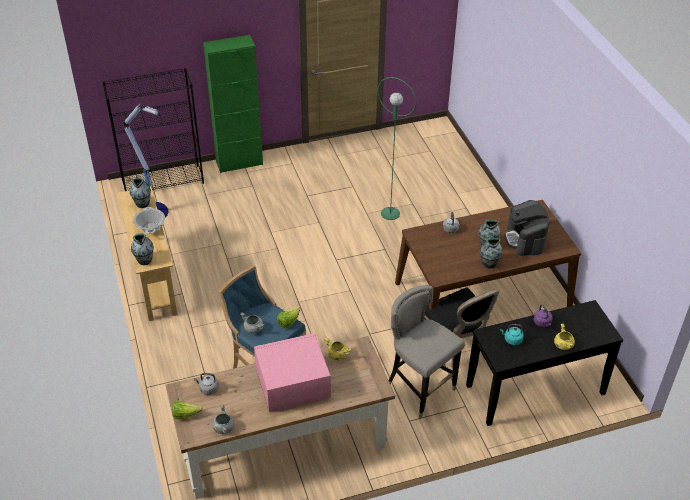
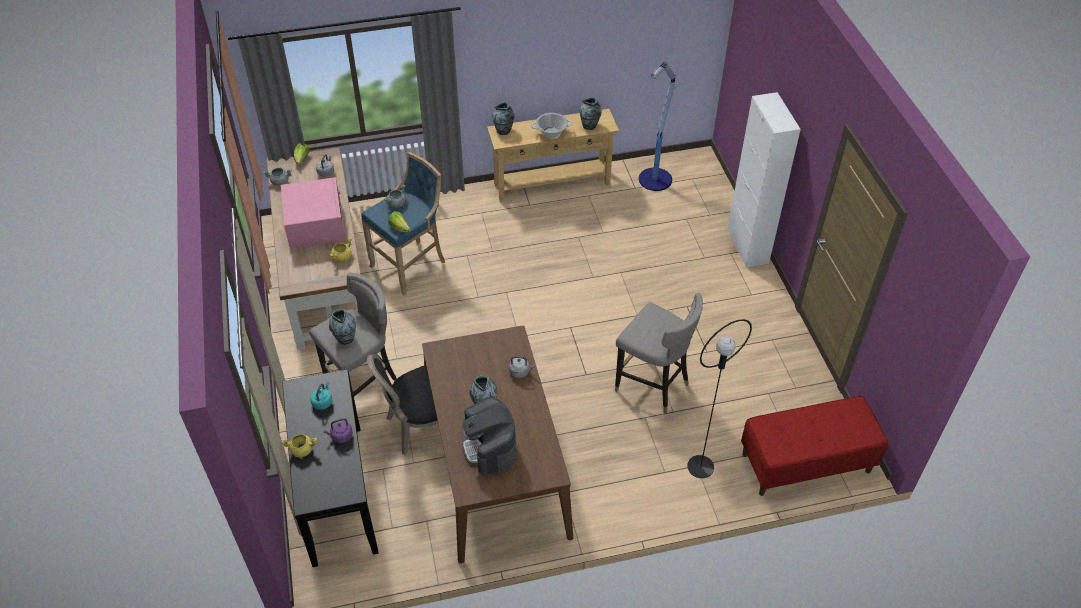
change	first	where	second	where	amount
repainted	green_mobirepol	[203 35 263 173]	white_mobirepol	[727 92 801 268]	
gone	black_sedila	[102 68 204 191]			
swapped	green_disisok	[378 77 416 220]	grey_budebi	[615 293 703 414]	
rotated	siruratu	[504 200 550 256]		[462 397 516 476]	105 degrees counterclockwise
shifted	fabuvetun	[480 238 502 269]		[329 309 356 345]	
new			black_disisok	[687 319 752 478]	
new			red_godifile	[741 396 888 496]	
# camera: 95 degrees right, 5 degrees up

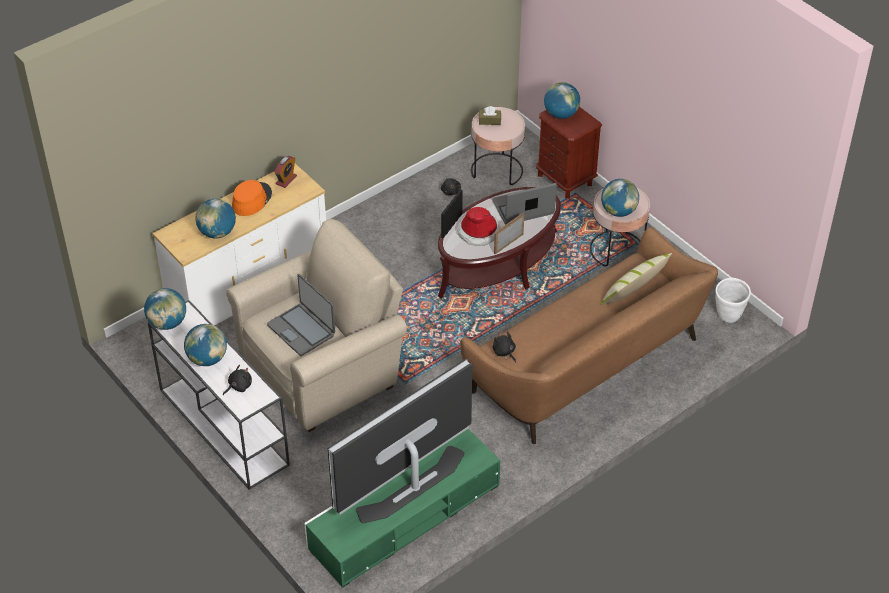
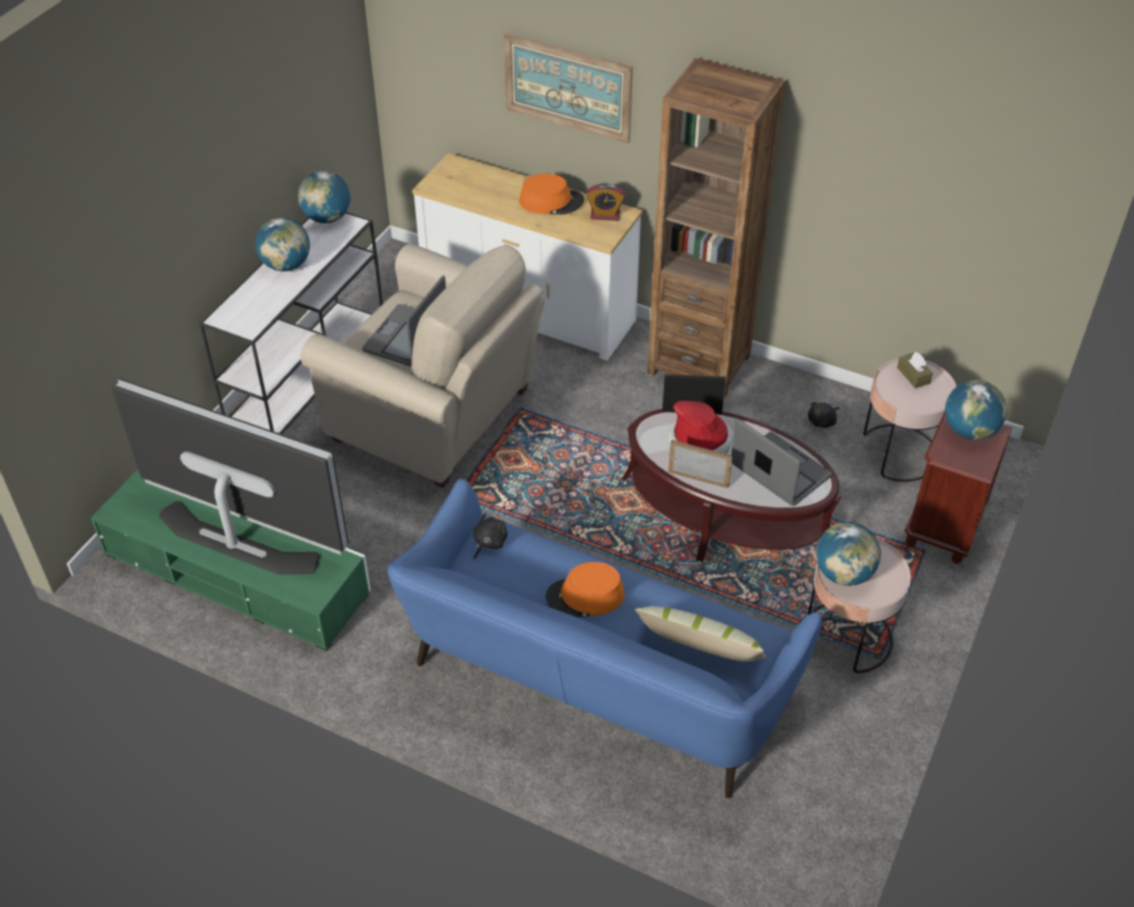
change	first	where	second	where	amount
gone	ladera	[195 199 236 239]			
repainted	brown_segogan	[460 227 718 444]	blue_segogan	[388 479 822 798]	
gone	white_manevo	[716 278 751 323]			
gone	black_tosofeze	[223 365 252 395]			
new			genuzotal	[503 33 633 144]	
new			brown_sedila	[647 58 785 399]	
new			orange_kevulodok	[546 562 625 618]	
# camera: 65 degrees right, 0 degrees up

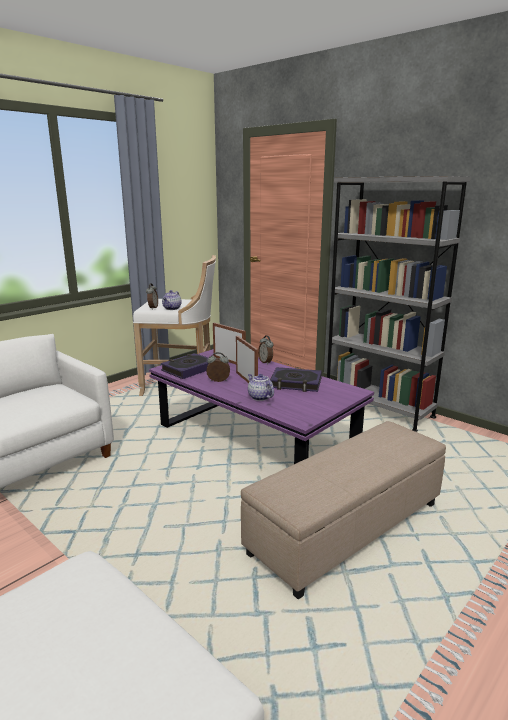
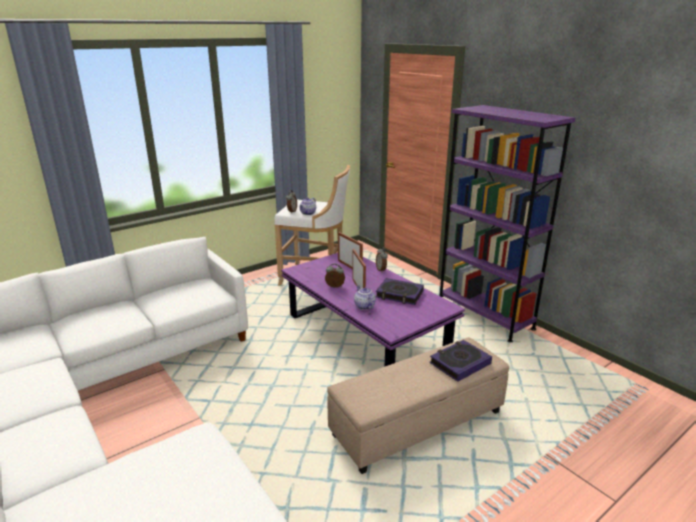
change	first	where	second	where	amount
repainted	grey_sedila	[327 176 471 432]	purple_sedila	[440 105 575 342]	
shifted	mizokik	[161 353 208 379]		[429 340 492 382]	
# camera: 10 degrees right, 5 degrees up

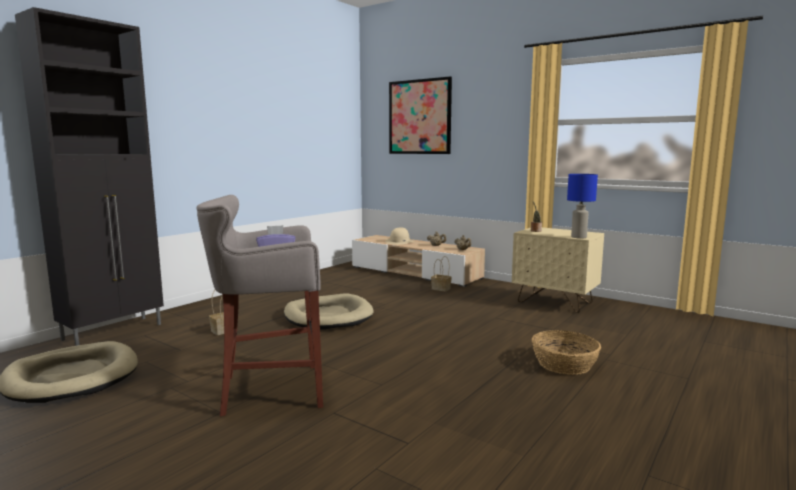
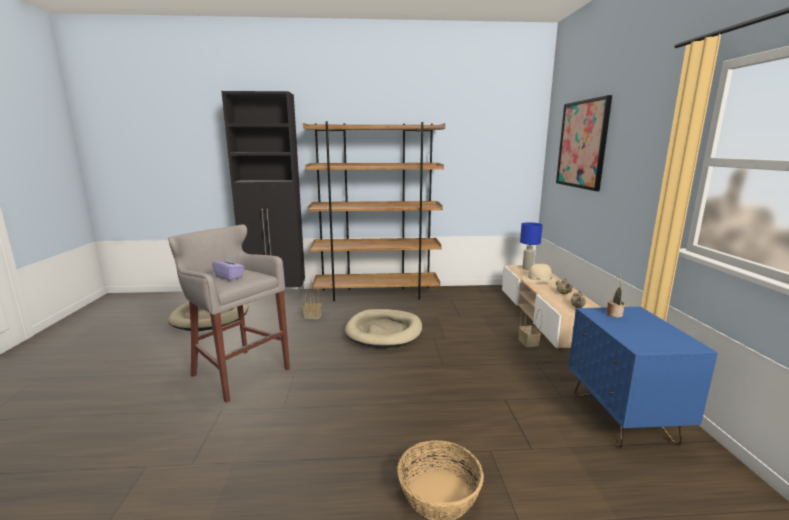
change	first	where	second	where	amount
shifted	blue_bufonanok	[567 174 598 239]		[520 222 543 270]	
repainted	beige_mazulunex	[512 227 604 313]	blue_mazulunex	[568 307 718 448]	
new			brown_sedila	[303 122 445 301]	
# camera: 50 degrees right, 5 degrees up

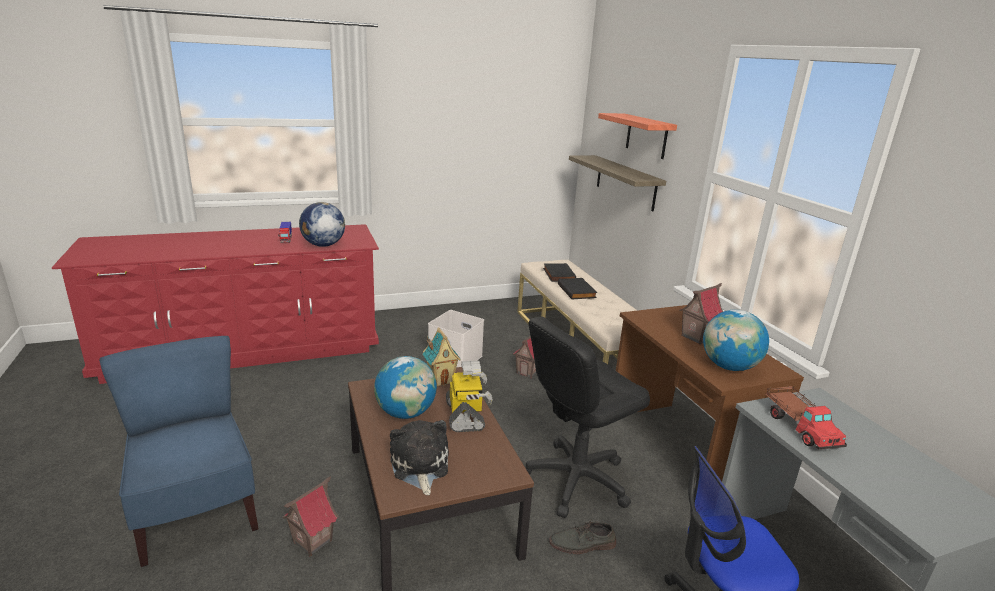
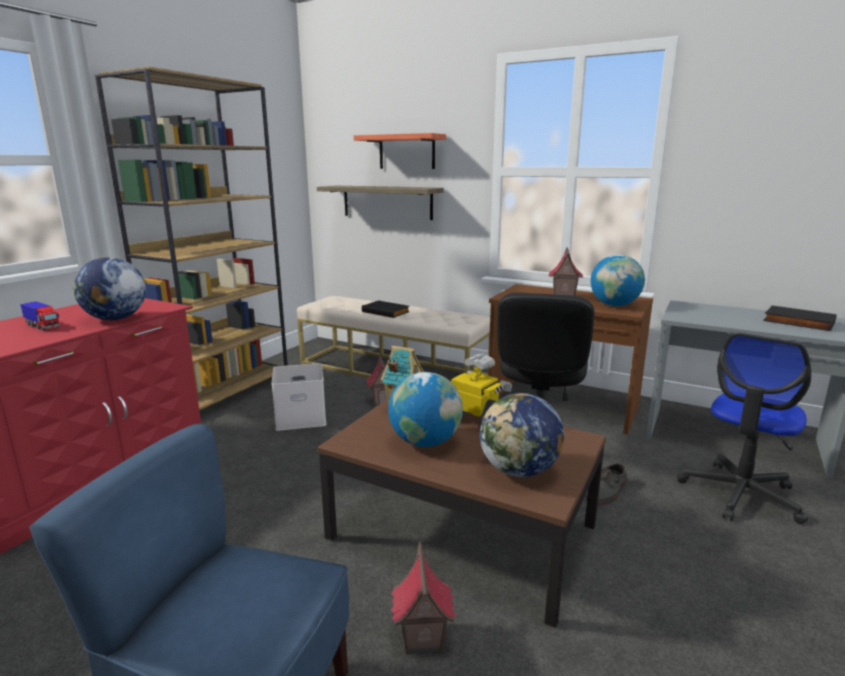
change	first	where	second	where	amount
shifted	black_mizokik	[543 263 576 282]		[763 305 837 331]	
gone	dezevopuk	[765 386 847 449]			
swapped	tosofeze	[390 420 449 495]	ladera	[480 393 564 477]	
new			brown_sedila	[95 66 288 410]	
# camera: 40 degrees left, 5 degrees down

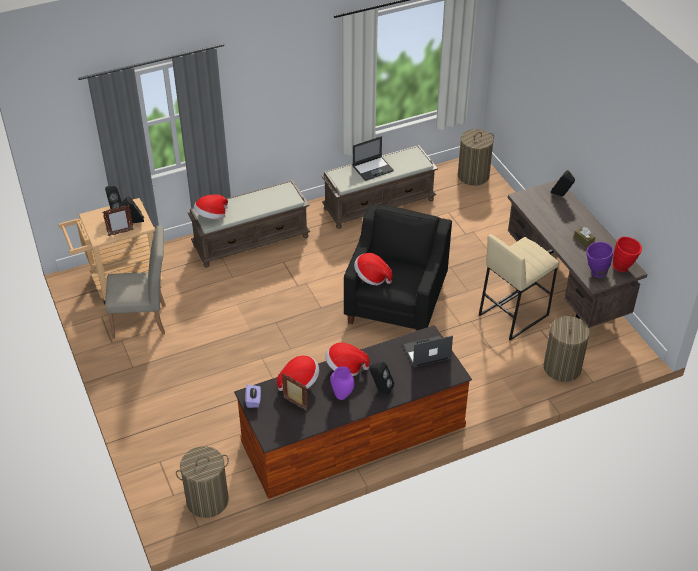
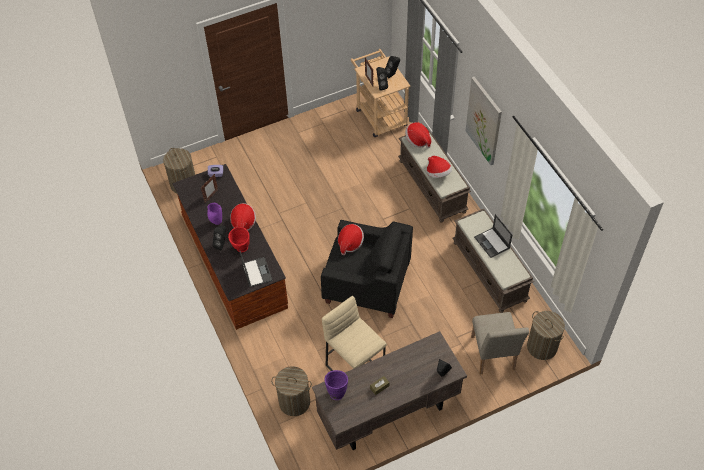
change	first	where	second	where	amount
shifted	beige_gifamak	[105 226 166 338]		[471 312 529 374]	
shifted	red_fabuvetun	[613 237 642 272]		[228 227 250 252]	
shifted	kevulodok	[277 356 319 391]		[427 156 452 178]	
new			genuzotal	[466 77 502 165]	
# camera: 90 degrees right, 10 degrees up

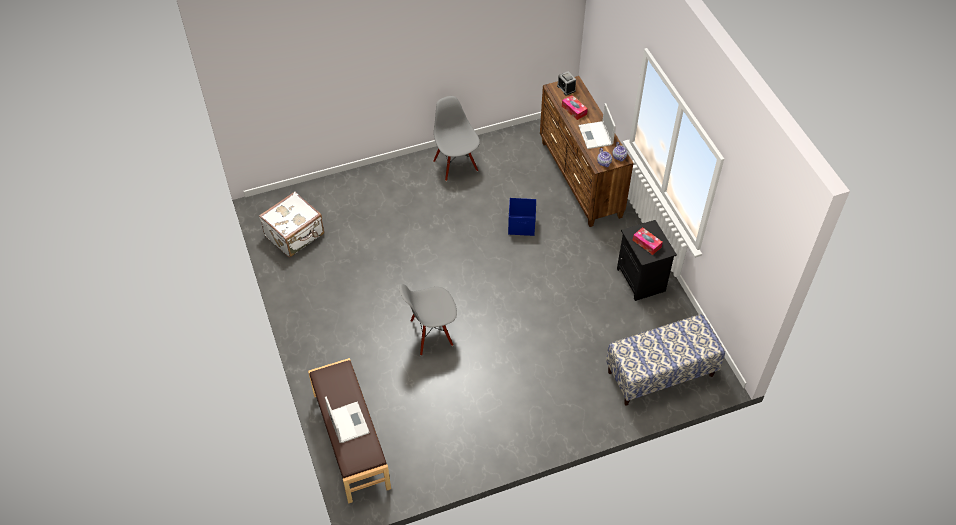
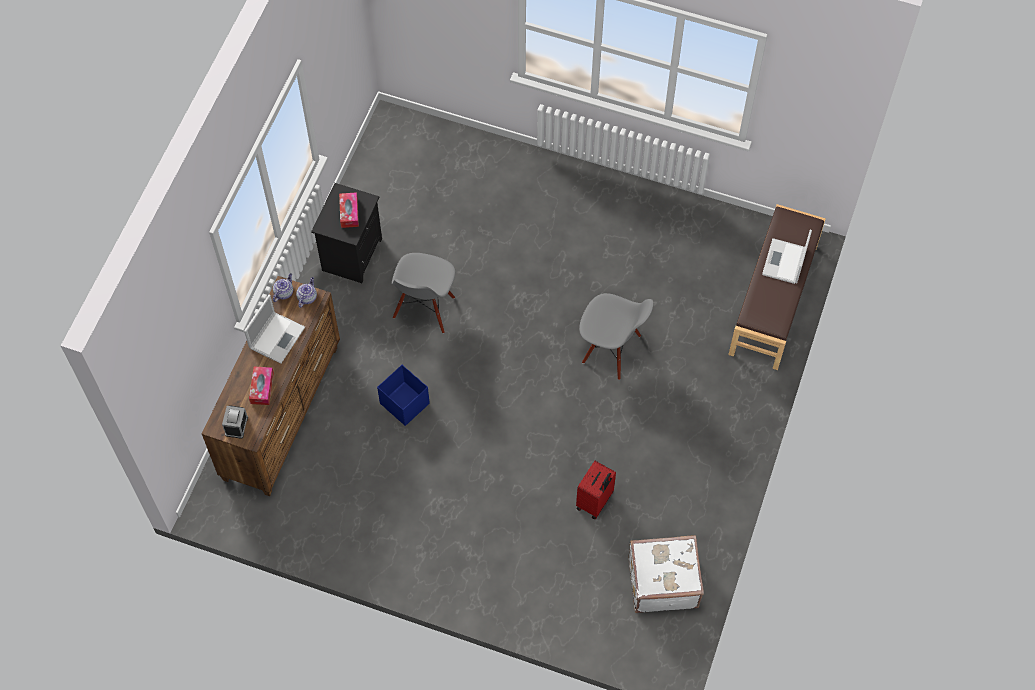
change	first	where	second	where	amount
shifted	grey_gifamak	[433 96 480 181]		[392 253 455 333]	
gone	godifile	[606 314 725 406]			
new			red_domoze	[576 461 616 519]	
# camera: 140 degrees left, 10 degrees up

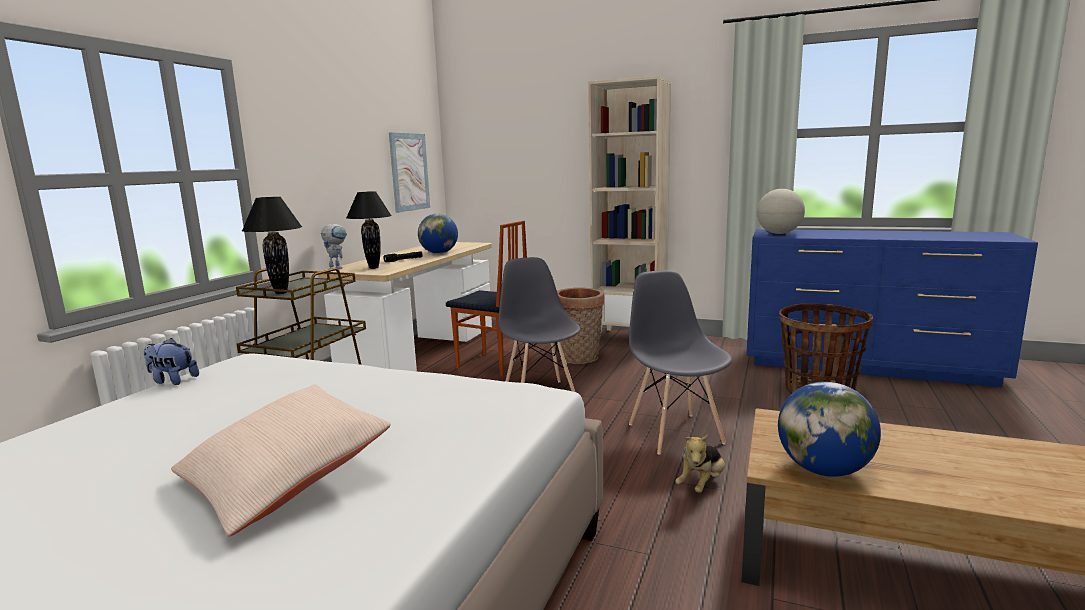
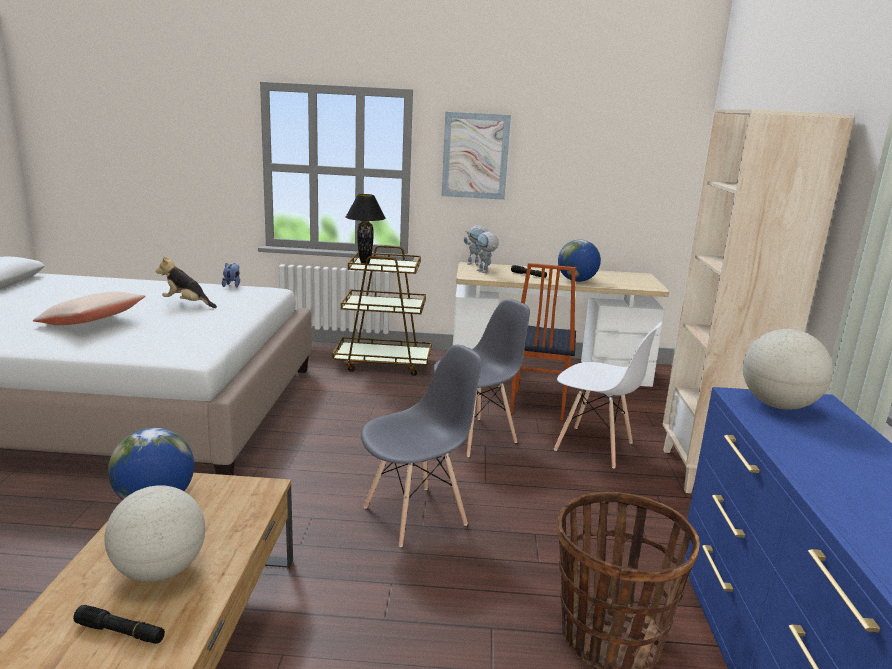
change	first	where	second	where	amount
shifted	genuzotal	[389 132 430 213]		[442 112 511 200]	
swapped	black_bufonanok	[346 191 392 269]	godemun	[475 232 499 273]	
swapped	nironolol	[557 288 604 364]	white_gifamak	[554 322 662 469]	
shifted	tosofeze	[675 434 725 493]		[156 256 217 308]	
new			ladera	[104 485 205 582]	
new			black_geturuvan	[73 605 165 644]	
# camera: 70 degrees right, 5 degrees up

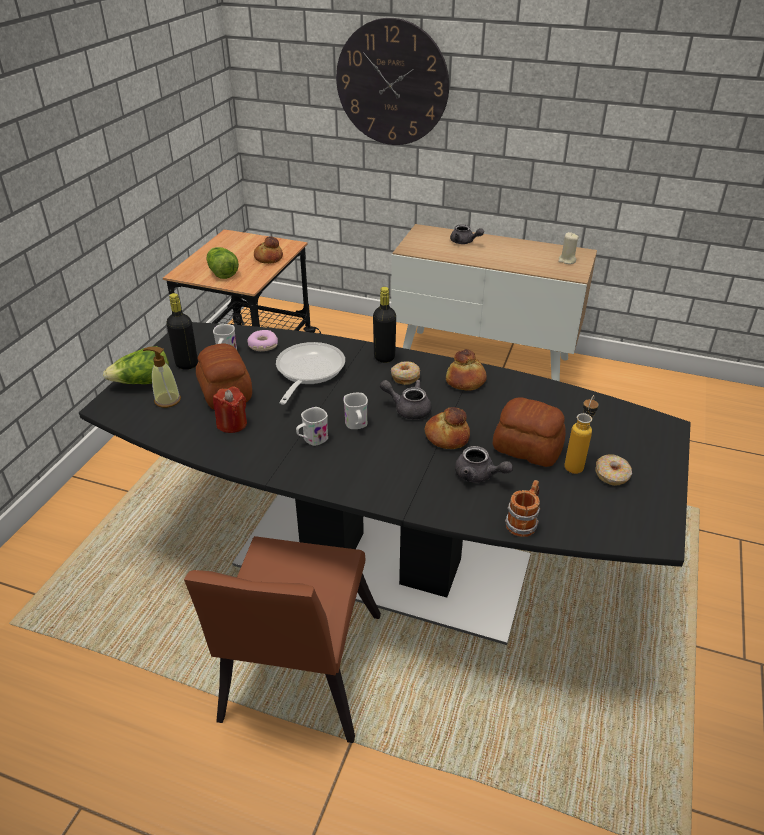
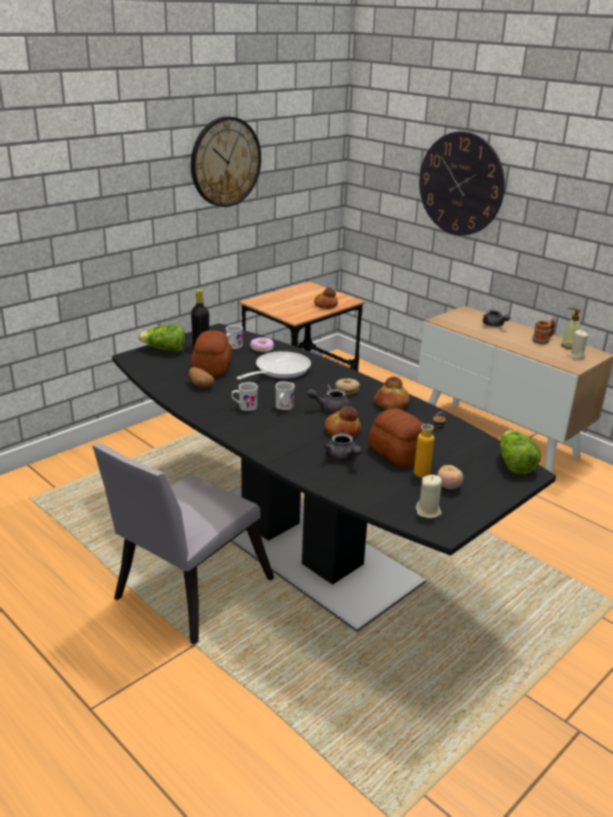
change	first	where	second	where	amount
shifted	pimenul	[206 247 239 279]		[500 430 541 474]	
gone	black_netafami	[373 287 396 363]			
shifted	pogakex	[143 347 181 408]		[561 308 581 350]	
rotated	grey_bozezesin	[380 380 431 419]		[307 384 350 413]	60 degrees counterclockwise
swapped	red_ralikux	[213 386 247 433]	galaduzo	[189 367 214 388]	
swapped	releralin	[596 454 632 486]	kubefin	[437 465 463 489]	
shifted	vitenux	[505 480 540 537]		[532 318 555 344]	
repainted	brown_gifamak	[184 536 381 743]	grey_gifamak	[92 443 274 645]	
new			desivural	[191 116 261 207]	
new			beige_ralikux	[416 475 442 518]	
# camera: 25 degrees right, 10 degrees down

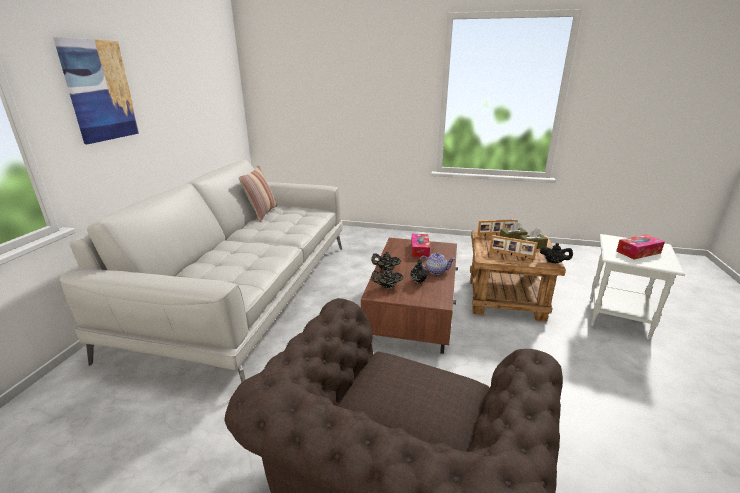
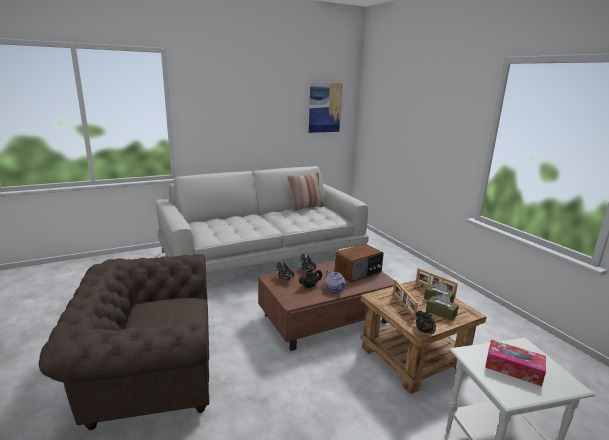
change	first	where	second	where	amount
shifted	genuzotal	[53 37 139 144]		[309 82 343 133]	
swapped	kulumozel	[411 234 430 258]	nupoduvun	[335 244 384 282]	
# camera: 50 degrees right, 5 degrees down

